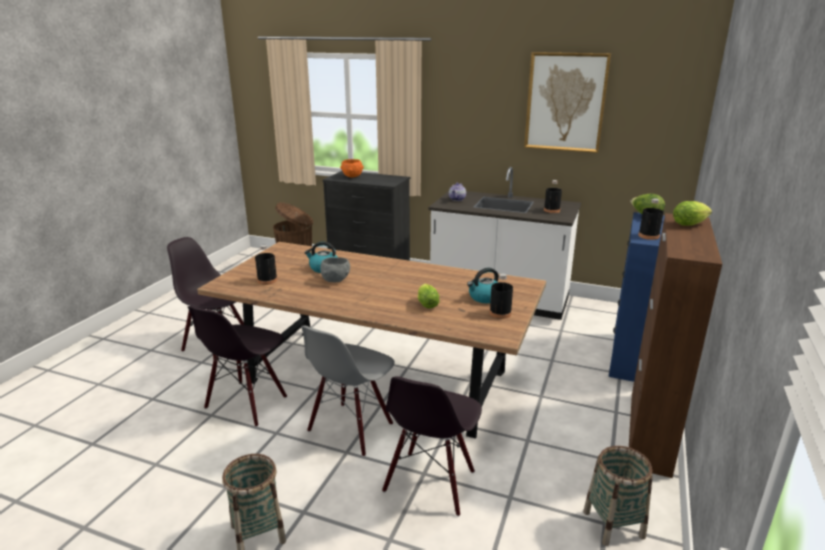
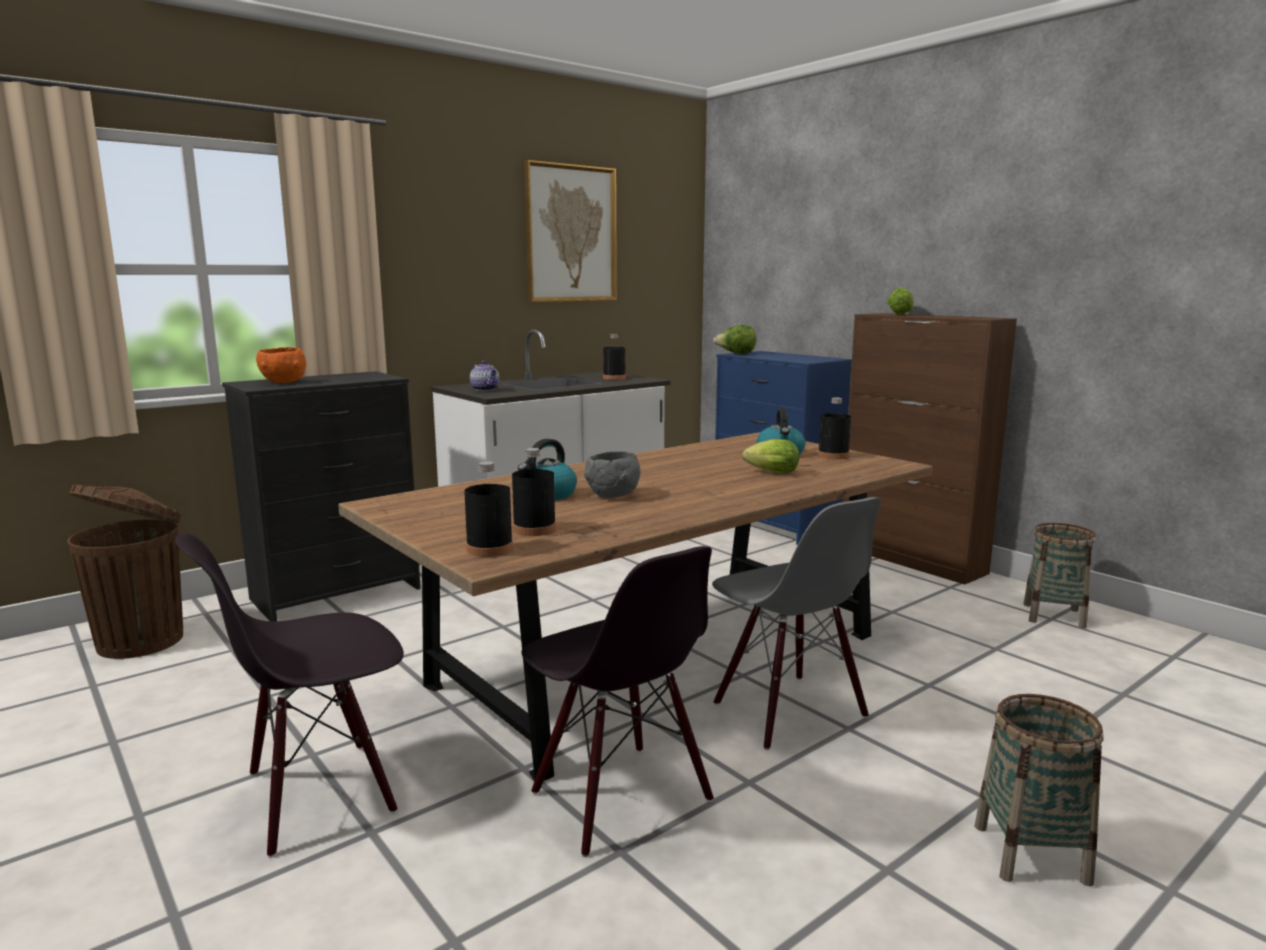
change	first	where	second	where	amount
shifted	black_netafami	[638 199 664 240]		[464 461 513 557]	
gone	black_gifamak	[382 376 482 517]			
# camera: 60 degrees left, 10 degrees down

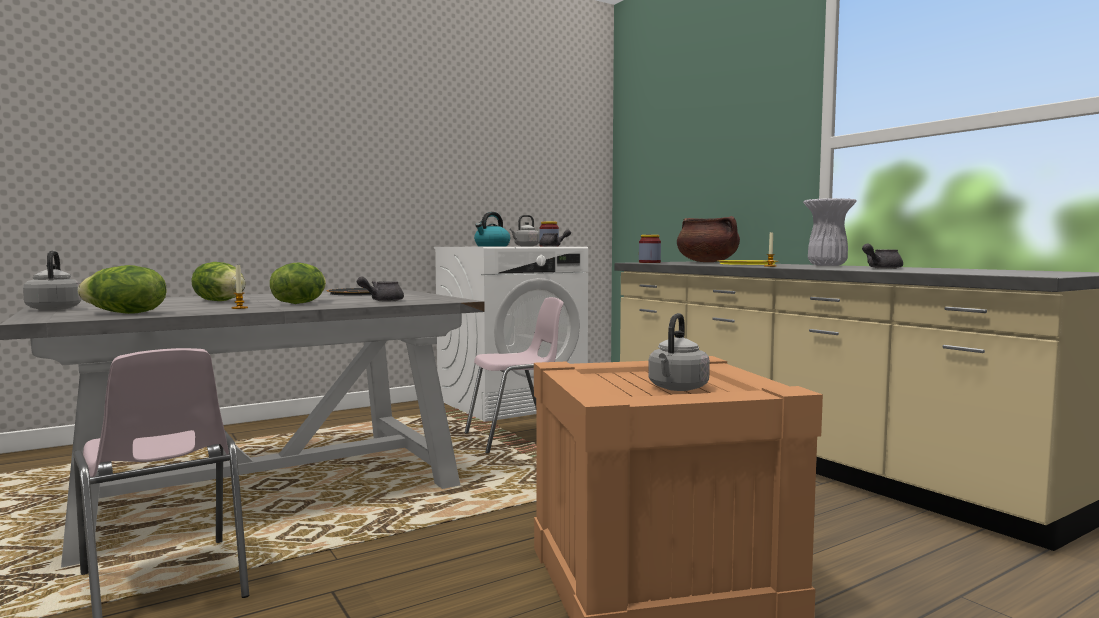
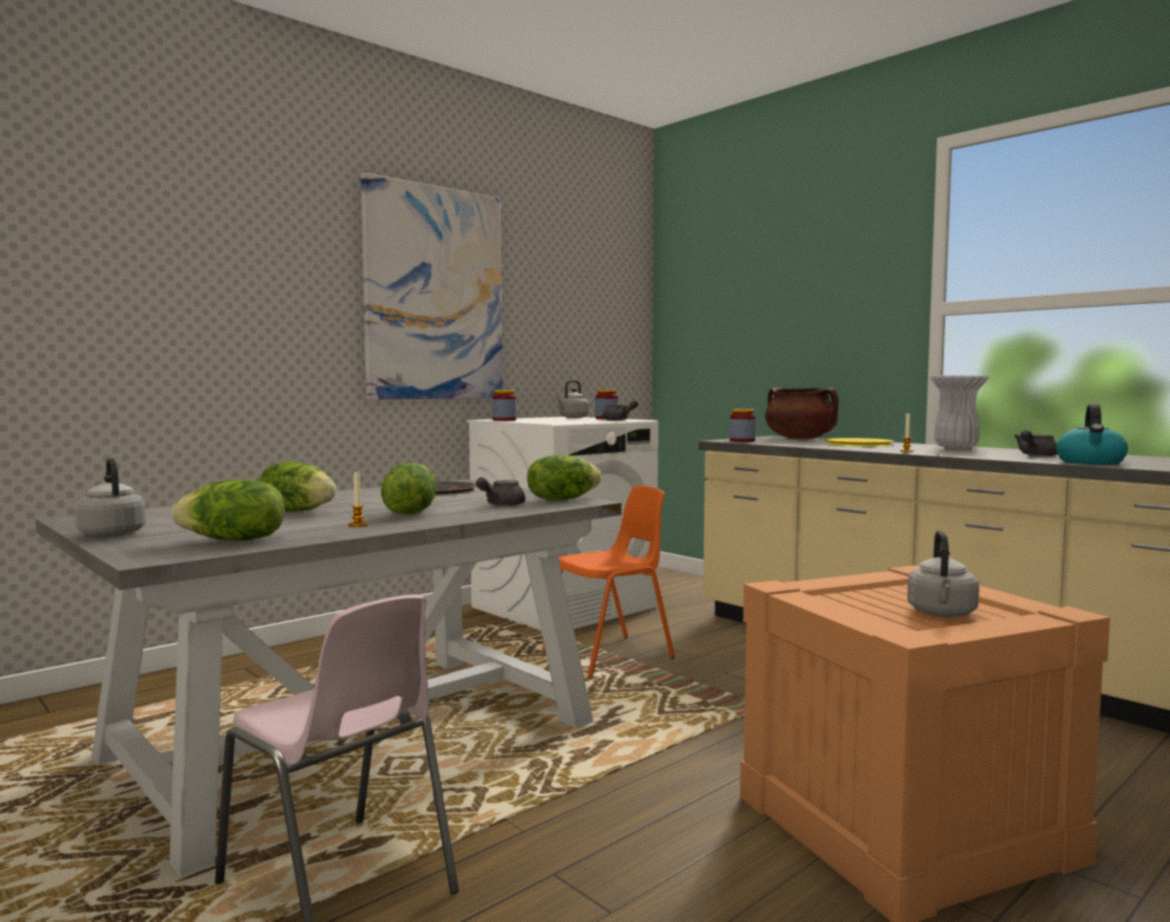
change	first	where	second	where	amount
shifted	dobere	[474 212 510 246]		[1056 403 1128 464]	
repainted	pink_gifamak	[465 297 563 453]	orange_gifamak	[542 486 675 677]	
new			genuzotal	[360 172 503 400]	
new			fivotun	[492 390 517 421]	
new			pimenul	[527 454 601 500]	
# camera: 10 degrees left, 0 degrees up

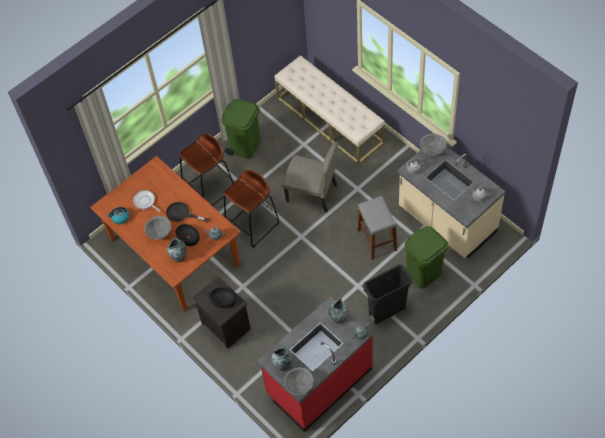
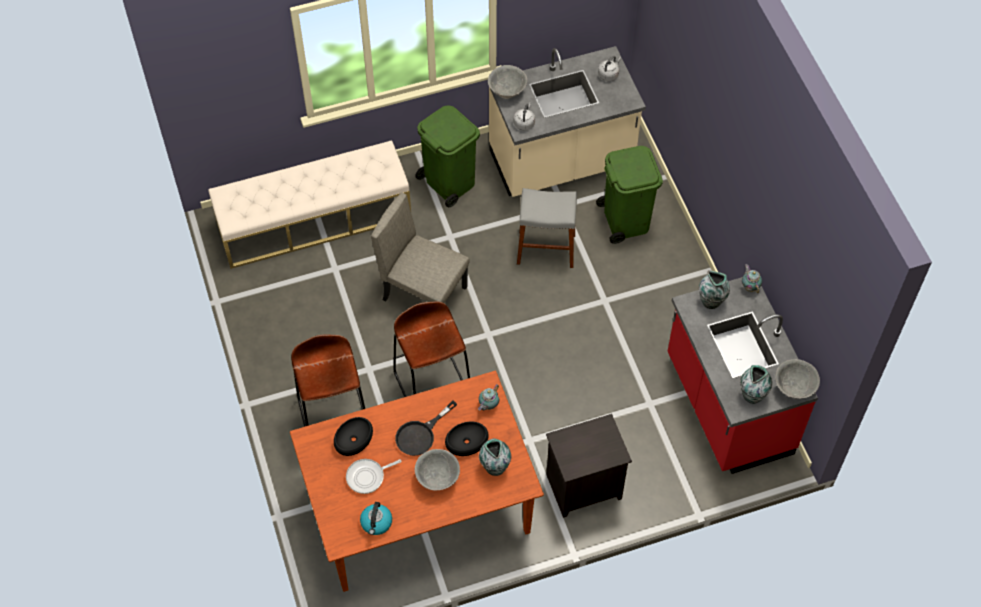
change	first	where	second	where	amount
shifted	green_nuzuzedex	[222 99 260 159]		[415 105 480 208]	
rotated	beige_gifamak	[282 142 338 212]		[371 193 470 303]	105 degrees counterclockwise
gone	black_nuzuzedex	[363 264 412 324]			
shifted	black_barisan	[209 288 236 308]		[334 417 373 456]	
# camera: 70 degrees left, 0 degrees up

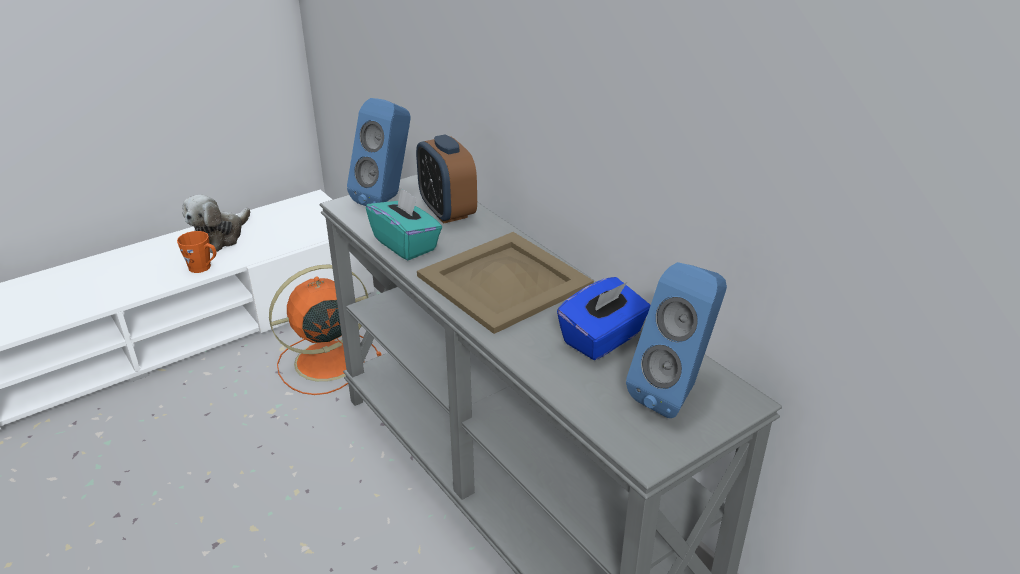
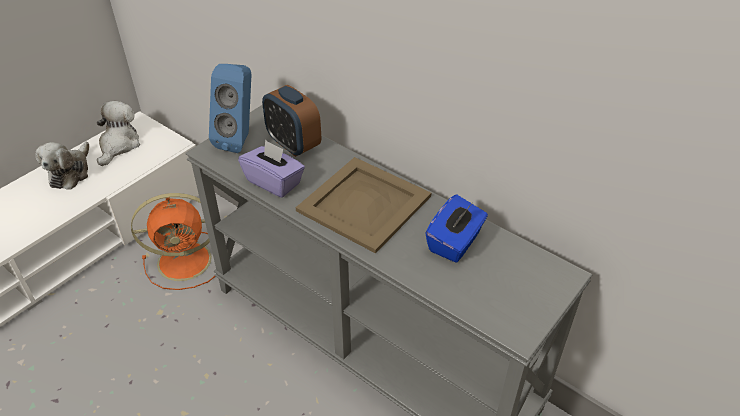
change	first	where	second	where	amount
repainted	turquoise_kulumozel	[366 187 442 260]	purple_kulumozel	[238 139 305 198]	
gone	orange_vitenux	[177 231 216 273]			
gone	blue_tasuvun	[626 262 727 418]			
rotated	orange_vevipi	[269 265 381 395]		[131 193 216 290]	150 degrees counterclockwise
new			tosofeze	[96 101 140 166]	
# camera: 15 degrees left, 10 degrees up

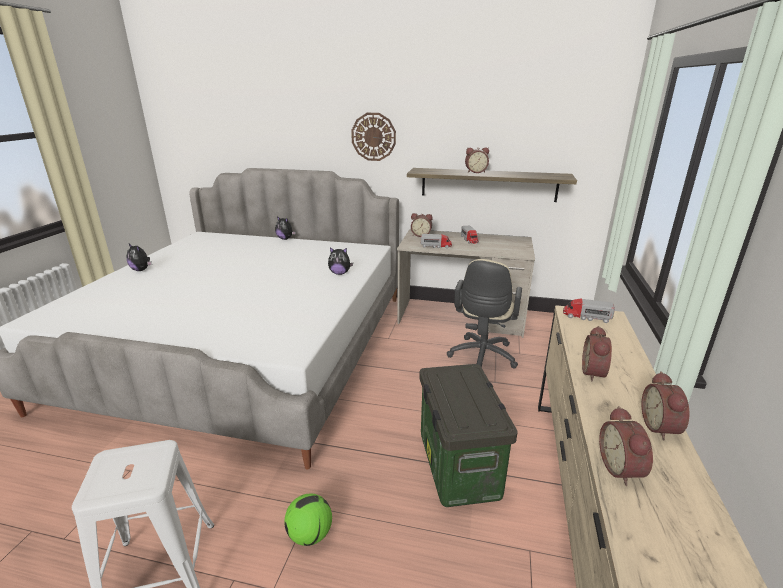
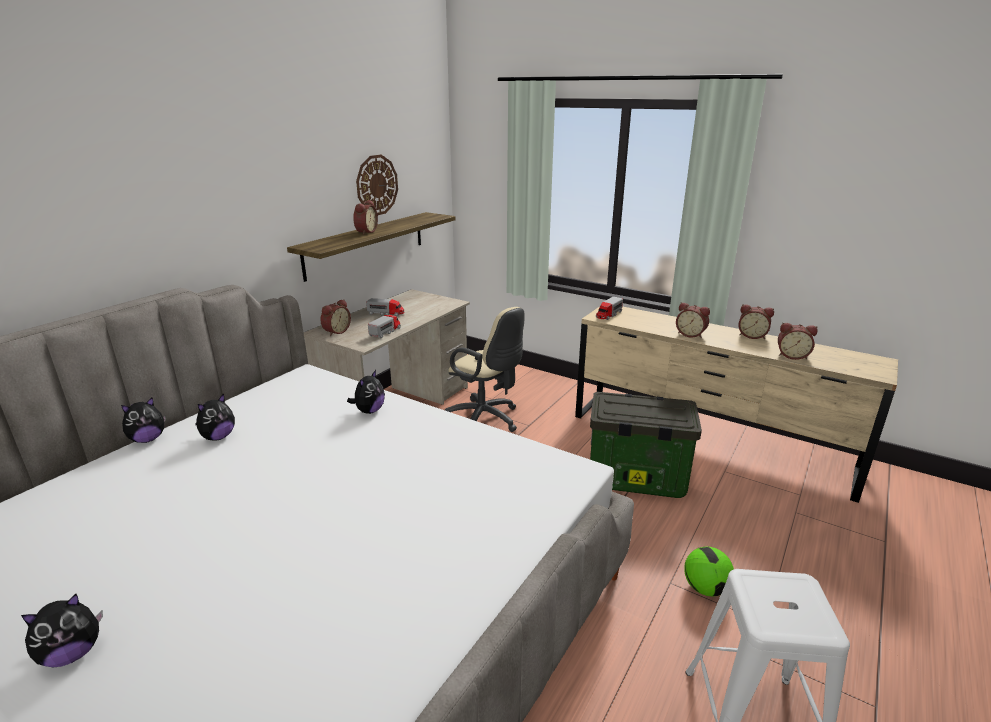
change	first	where	second	where	amount
shifted	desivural	[351 113 396 161]		[356 155 398 215]	
new			tosofeze	[196 394 235 441]	
# camera: 70 degrees left, 0 degrees up

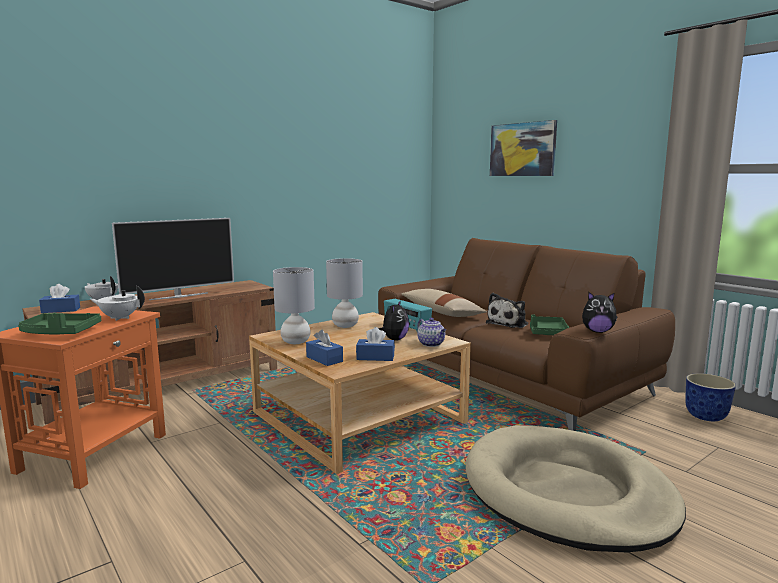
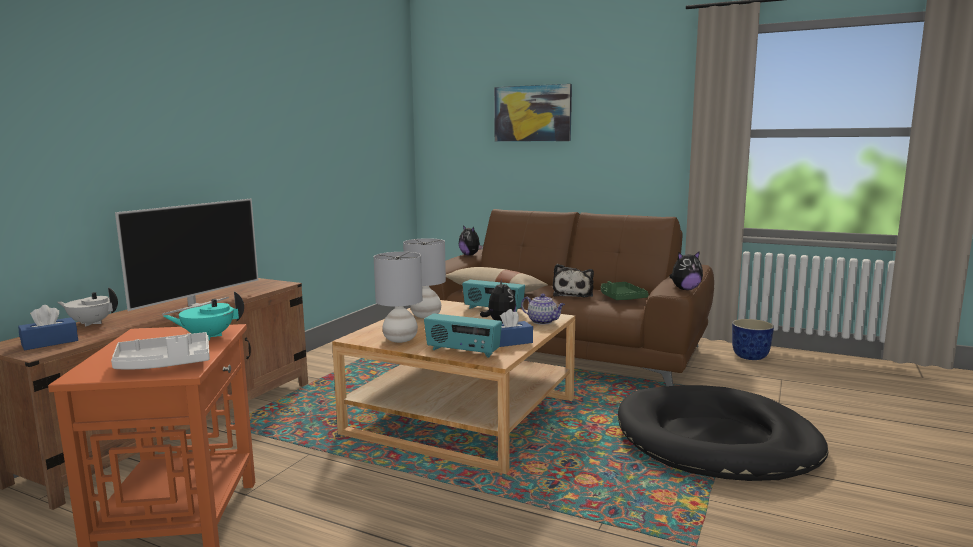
change	first	where	second	where	amount
repainted	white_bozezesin	[90 286 145 321]	turquoise_bozezesin	[163 291 244 340]	
repainted	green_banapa	[18 313 101 335]	white_banapa	[111 332 210 369]	
swapped	blue_kulumozel	[306 329 343 366]	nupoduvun	[424 314 502 358]	
repainted	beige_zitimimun	[466 425 686 552]	black_zitimimun	[618 385 828 481]	
new			tosofeze	[459 225 483 256]	
# camera: 25 degrees left, 0 degrees up

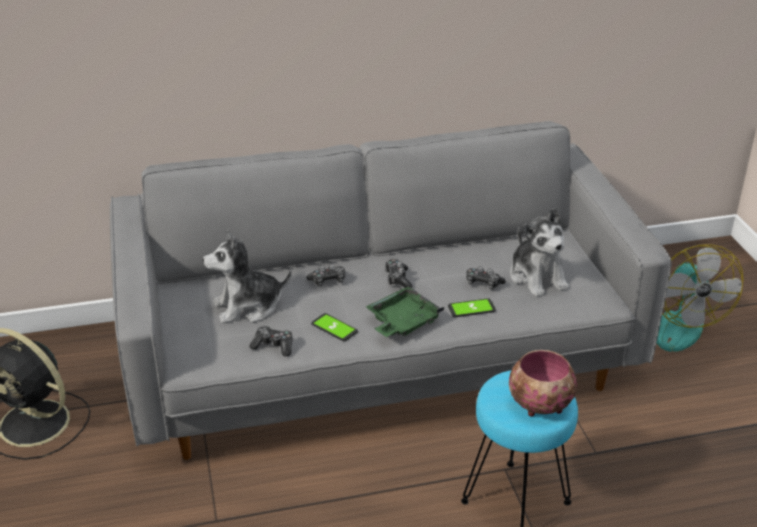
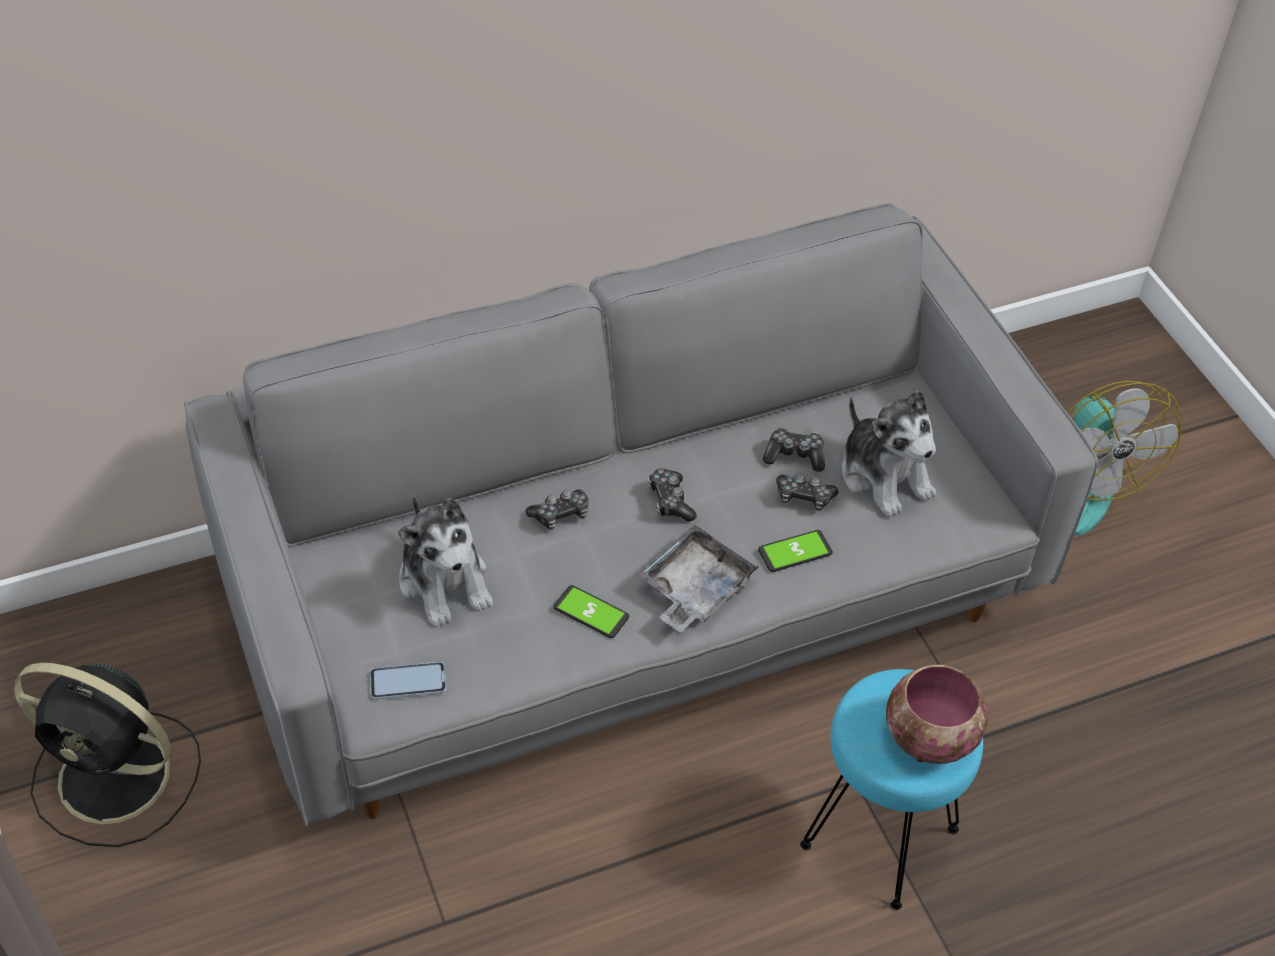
change	first	where	second	where	amount
rotated	tosofeze	[203 230 292 324]		[398 496 493 628]	90 degrees counterclockwise
repainted	green_banapa	[366 286 444 337]	grey_banapa	[637 524 760 633]	
shifted	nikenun	[250 326 292 356]		[763 427 825 472]	
new			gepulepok	[370 662 446 700]	
# camera: 10 degrees left, 15 degrees up

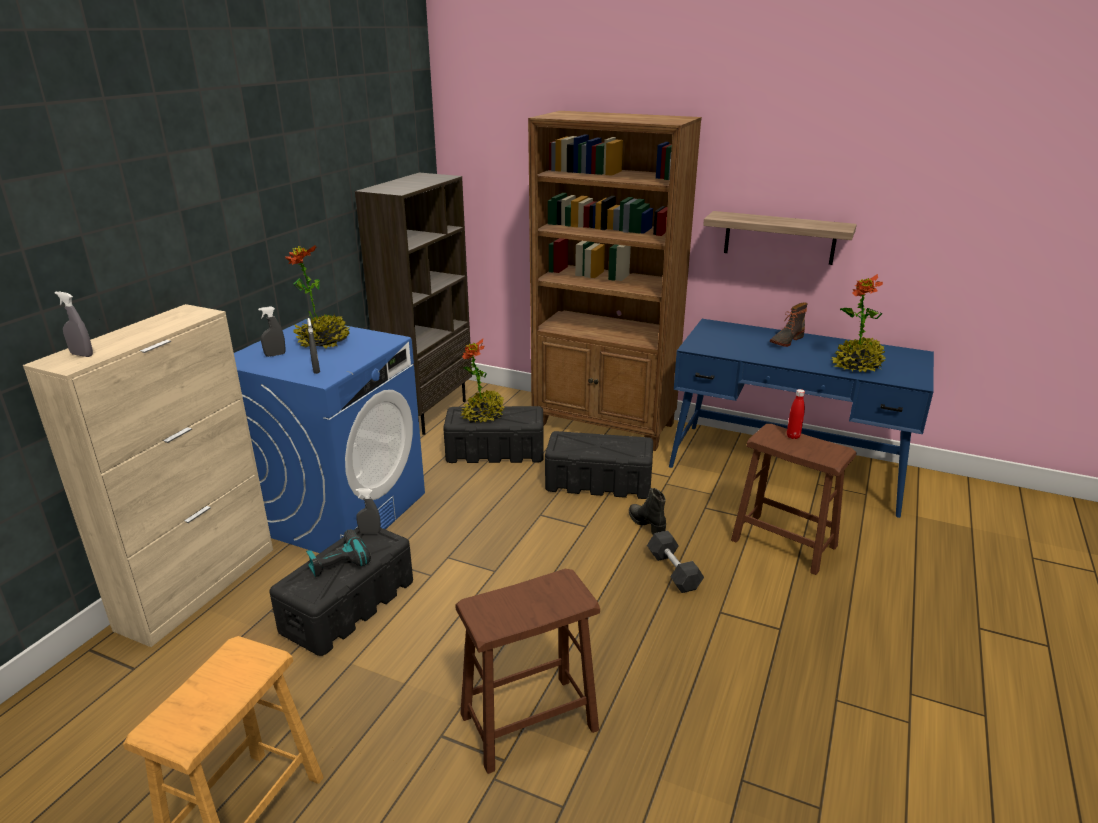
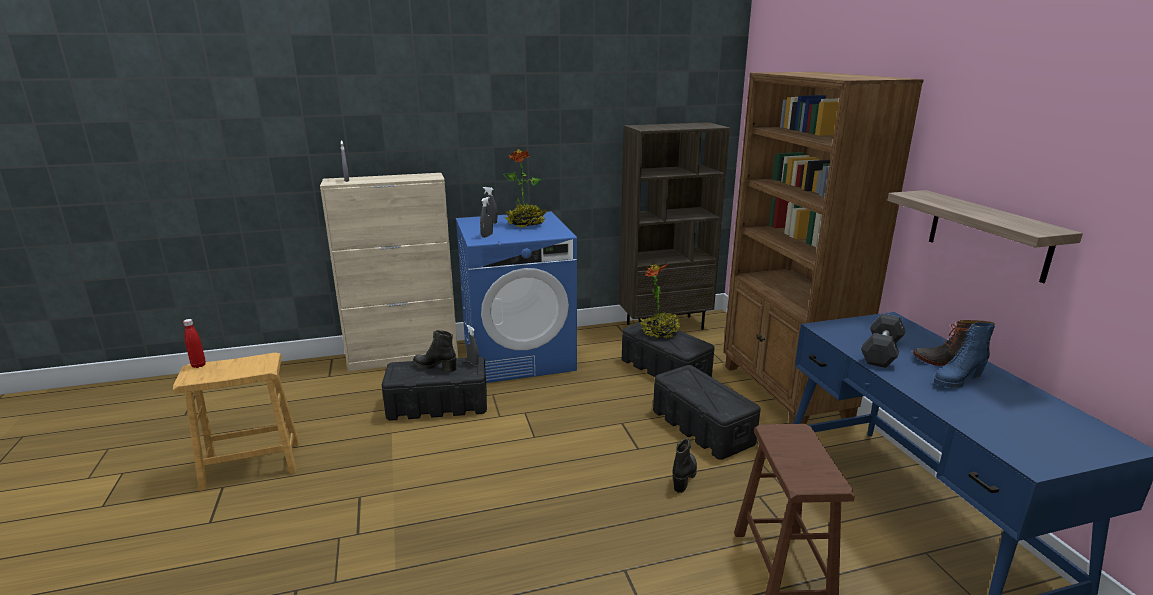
change	first	where	second	where	amount
gone	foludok	[831 274 886 373]			
shifted	red_netafami	[787 389 805 439]		[183 319 206 368]	
swapped	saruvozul	[306 529 371 577]	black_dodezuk	[413 330 456 372]	
shifted	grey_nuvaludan	[647 530 704 593]		[861 313 905 368]	
gone	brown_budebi	[455 569 600 774]			
new			blue_dodezuk	[934 322 995 388]	
# camera: 50 degrees right, 5 degrees down

